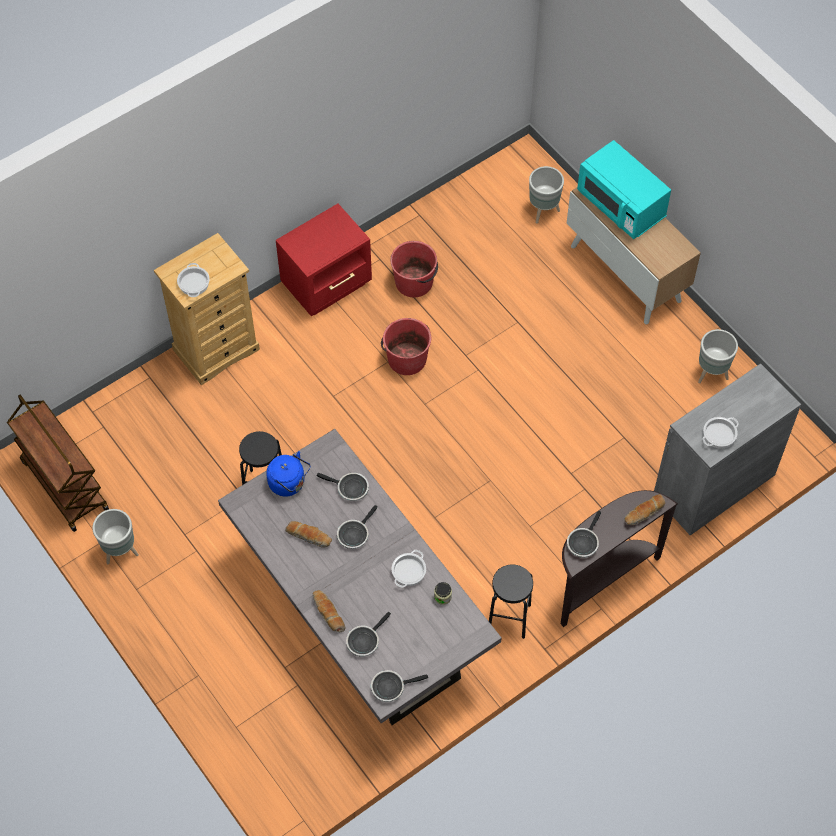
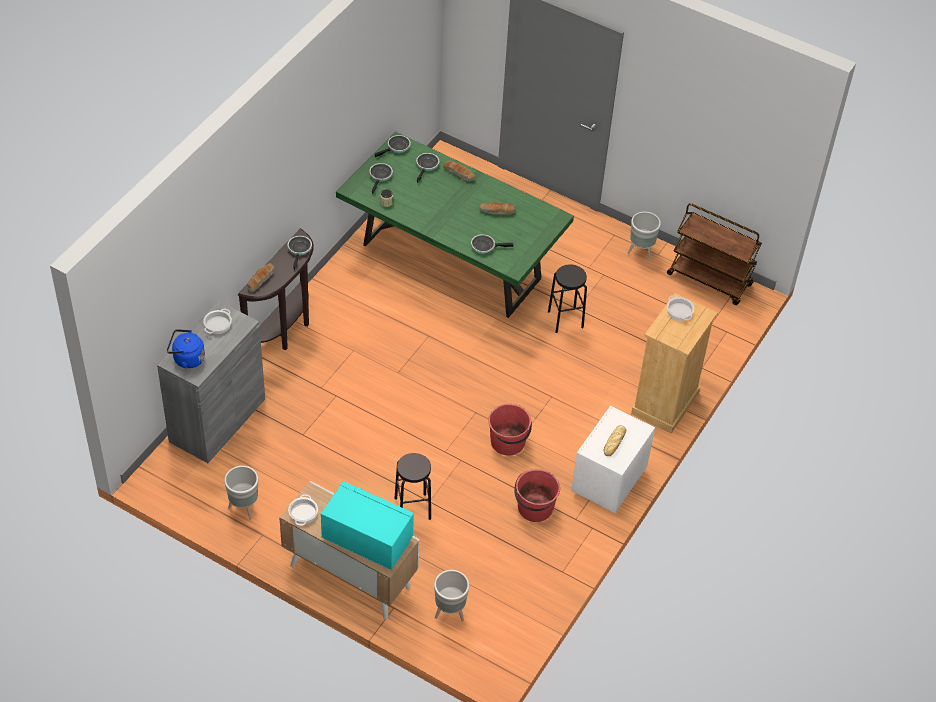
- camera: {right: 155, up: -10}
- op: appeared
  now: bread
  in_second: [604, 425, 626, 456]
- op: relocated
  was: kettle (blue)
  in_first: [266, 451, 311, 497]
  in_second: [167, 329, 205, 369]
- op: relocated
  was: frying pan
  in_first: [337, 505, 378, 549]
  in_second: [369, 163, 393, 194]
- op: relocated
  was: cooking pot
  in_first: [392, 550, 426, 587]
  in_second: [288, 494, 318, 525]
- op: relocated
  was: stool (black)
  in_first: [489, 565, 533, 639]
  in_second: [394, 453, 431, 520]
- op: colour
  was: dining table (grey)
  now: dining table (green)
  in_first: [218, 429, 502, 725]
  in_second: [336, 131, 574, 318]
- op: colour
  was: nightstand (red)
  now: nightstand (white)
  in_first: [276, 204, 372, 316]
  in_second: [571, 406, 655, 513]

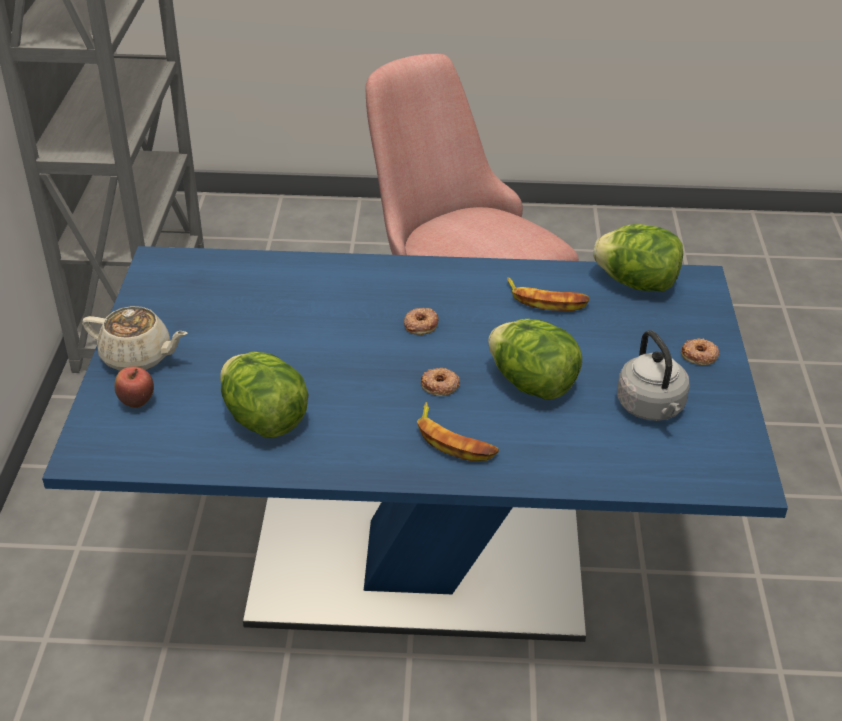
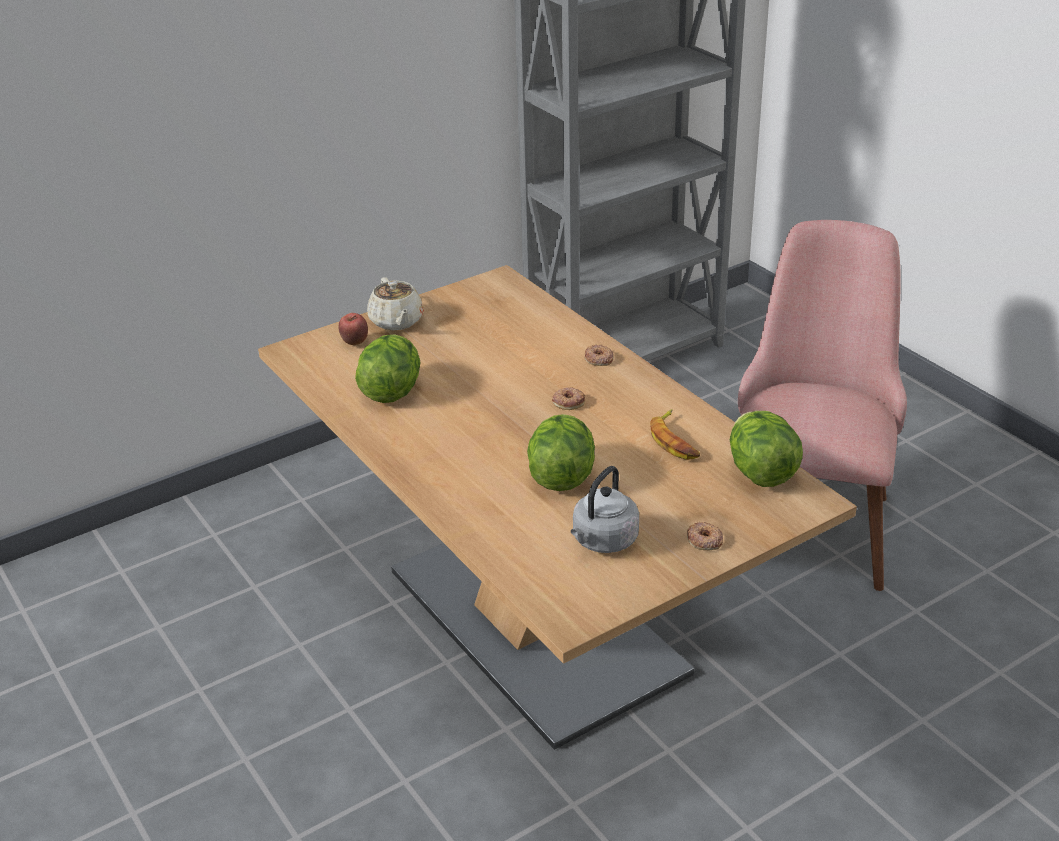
- camera: {right: 55, up: -5}
- op: missing
  was: banana
  in_first: [417, 402, 499, 461]
- op: relocated
  was: donut
  in_first: [421, 368, 460, 396]
  in_second: [584, 344, 614, 366]
- op: colour
  was: dining table (blue)
  now: dining table (brown)
  in_first: [42, 246, 788, 642]
  in_second: [258, 265, 857, 750]

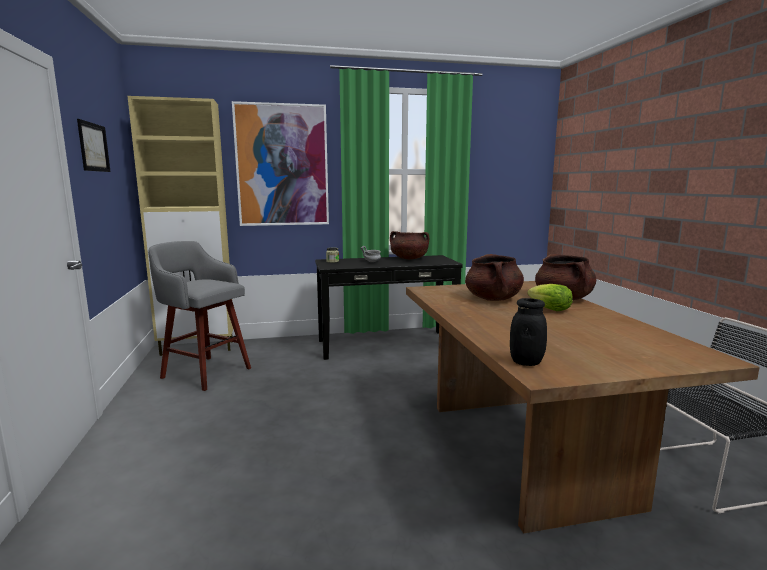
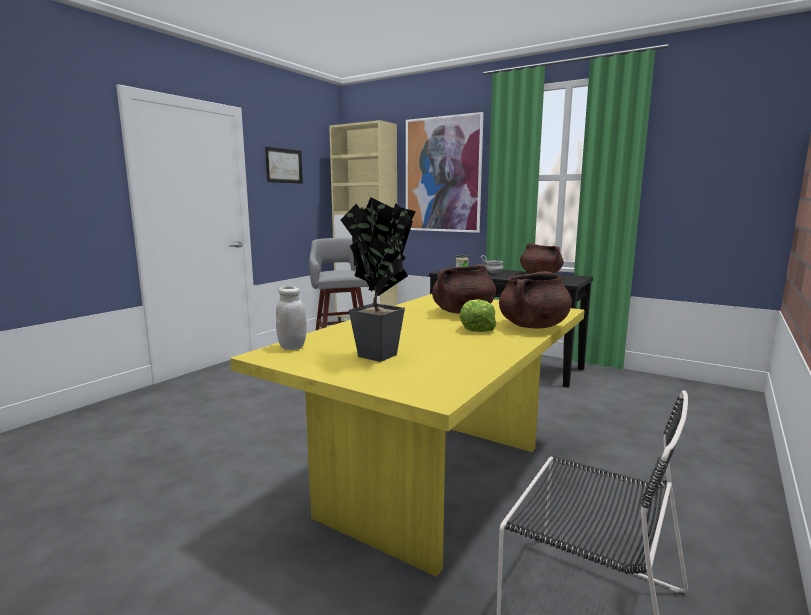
- camera: {right: 45, up: 0}
- op: appeared
  now: potted plant
  in_second: [341, 197, 416, 362]
- op: colour
  was: dining table (brown)
  now: dining table (yellow)
  in_first: [406, 281, 760, 533]
  in_second: [230, 294, 585, 577]
- op: colour
  was: jar (black)
  now: jar (white)
  in_first: [510, 298, 547, 366]
  in_second: [276, 286, 306, 350]

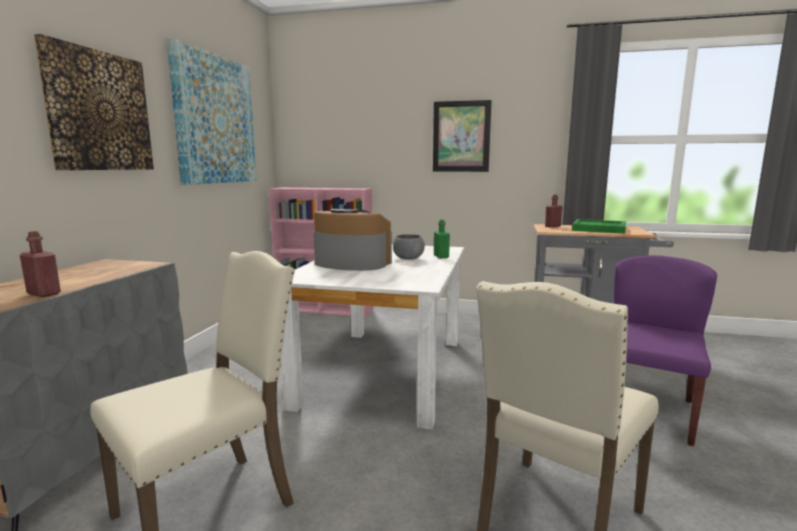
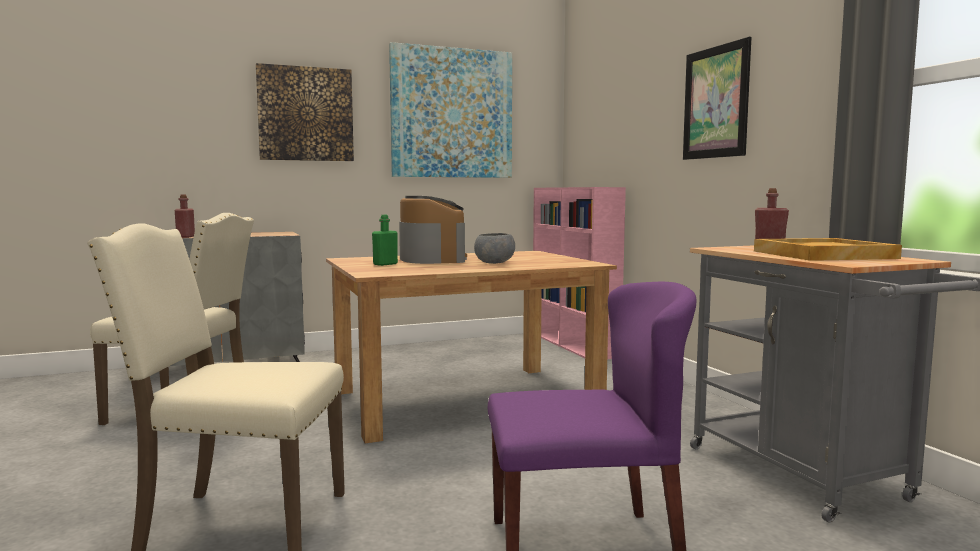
- camera: {right: 55, up: -5}
- op: relocated
  was: bottle (green)
  in_first: [434, 219, 450, 258]
  in_second: [372, 215, 398, 266]
- op: colour
  was: dining table (white)
  now: dining table (brown)
  in_first: [281, 244, 464, 430]
  in_second: [326, 251, 617, 443]
- op: colour
  was: tray (green)
  now: tray (beige)
  in_first: [572, 219, 626, 234]
  in_second: [754, 238, 902, 261]

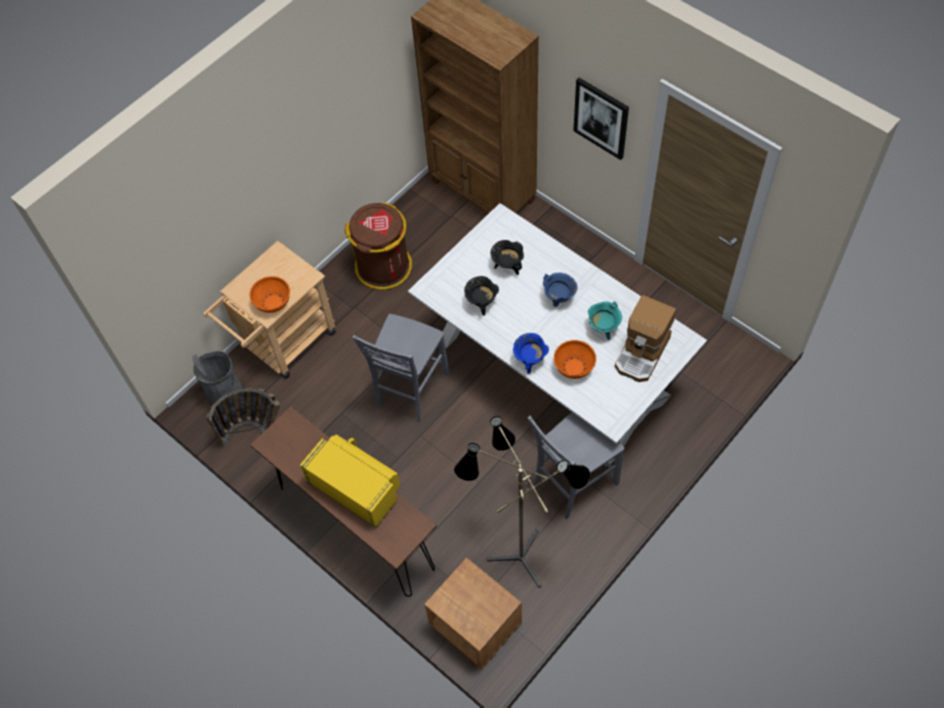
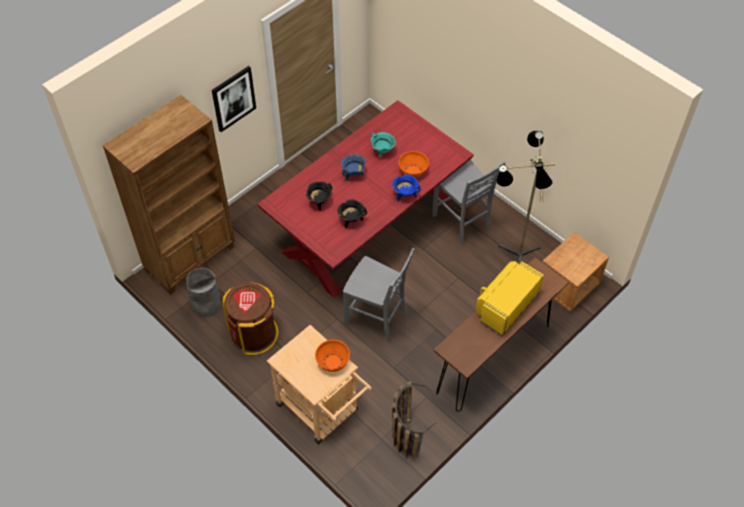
- camera: {right: -90, up: -5}
- op: missing
  was: coffee machine
  in_first: [615, 295, 676, 382]
- op: relocated
  was: trash can (grey)
  in_first: [192, 350, 243, 406]
  in_second: [187, 268, 222, 317]
- op: colour
  was: dining table (white)
  now: dining table (red)
  in_first: [408, 203, 707, 465]
  in_second: [257, 100, 474, 298]

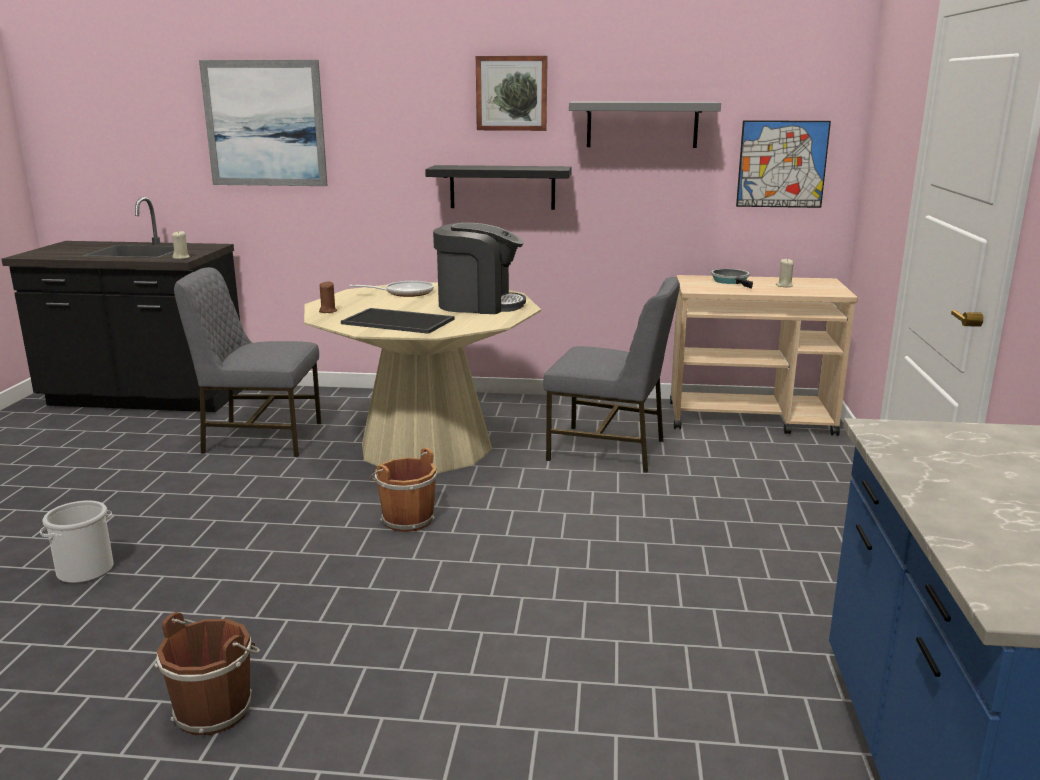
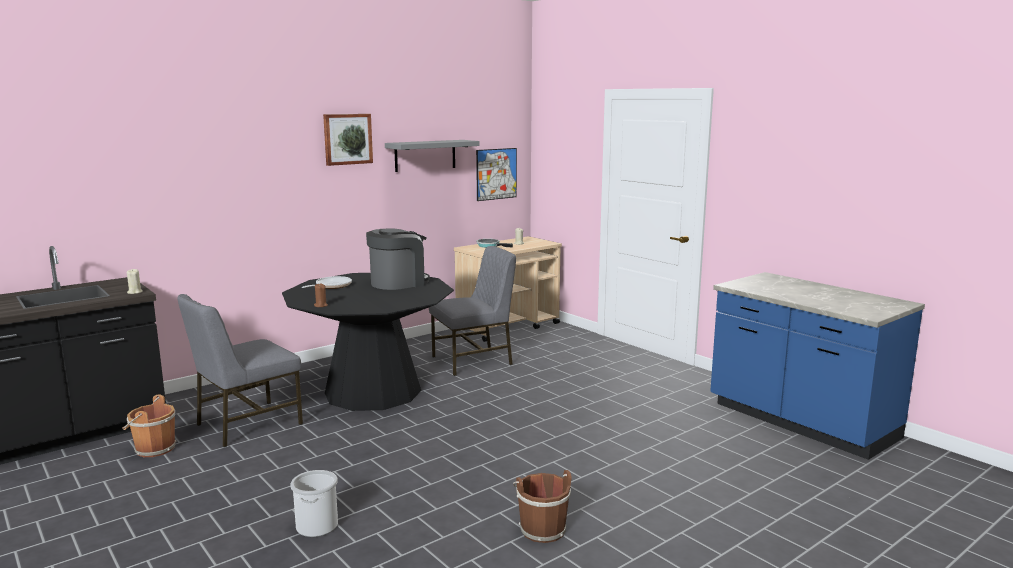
- camera: {right: -45, up: -5}
- op: missing
  was: picture
  in_first: [199, 60, 328, 186]
- op: missing
  was: tray
  in_first: [341, 308, 454, 334]
- op: missing
  was: shelf (black)
  in_first: [425, 165, 571, 210]
- op: relocated
  was: bucket (brown)
  in_first: [370, 448, 437, 532]
  in_second: [123, 395, 176, 457]
- op: colour
  was: dining table (beige)
  now: dining table (black)
  in_first: [304, 282, 541, 474]
  in_second: [282, 273, 454, 411]

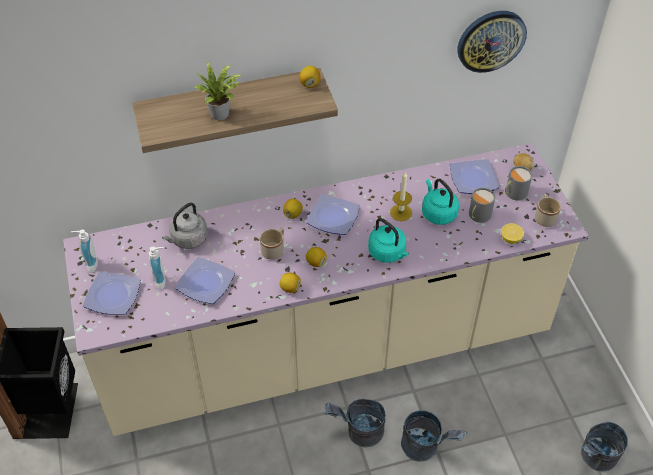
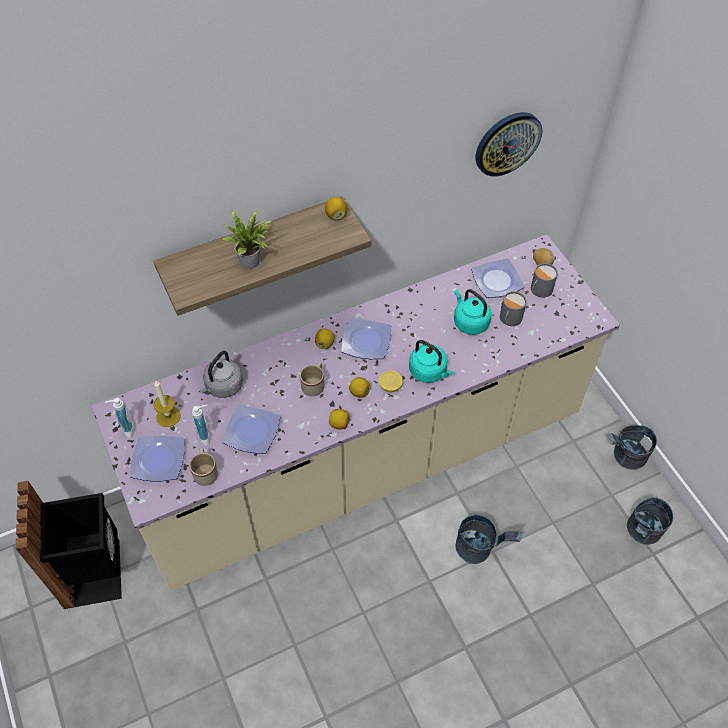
- camera: {right: -10, up: 5}
- op: relocated
  was: bucket (grey)
  in_first: [325, 399, 385, 447]
  in_second: [608, 425, 657, 470]
- op: relocated
  was: candle
  in_first: [390, 172, 412, 221]
  in_second: [153, 381, 181, 427]
- op: relocated
  was: lemon
  in_first: [501, 223, 524, 244]
  in_second: [379, 370, 403, 392]
- op: relocated
  was: mug (beige)
  in_first: [535, 194, 561, 227]
  in_second: [189, 448, 218, 486]

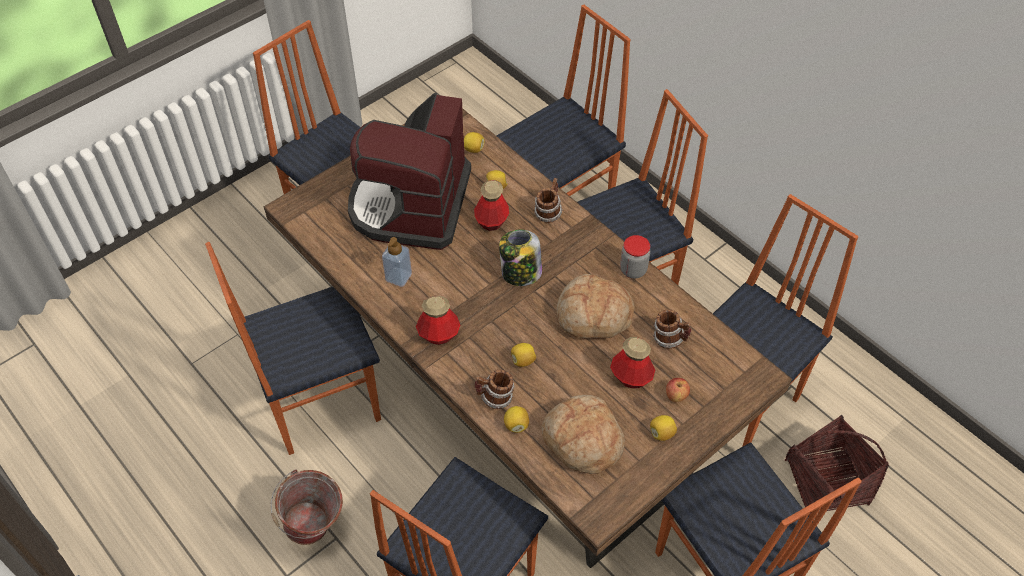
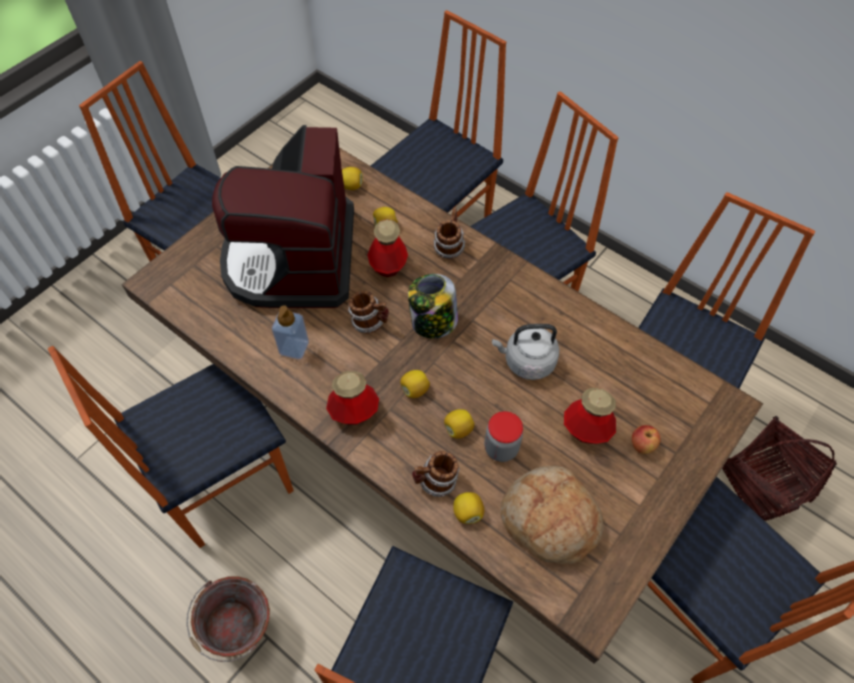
- camera: {right: -10, up: 5}
- op: relocated
  was: jar
  in_first: [620, 235, 650, 278]
  in_second: [484, 411, 523, 462]
- op: relocated
  was: lemon
  in_first: [650, 415, 677, 441]
  in_second: [400, 370, 430, 398]
- op: relocated
  was: mug
  in_first: [653, 310, 691, 349]
  in_second: [348, 291, 389, 334]
- op: exchanged
  was: bread
  now: kettle (grey)
  in_first: [557, 274, 635, 339]
  in_second: [492, 324, 559, 380]

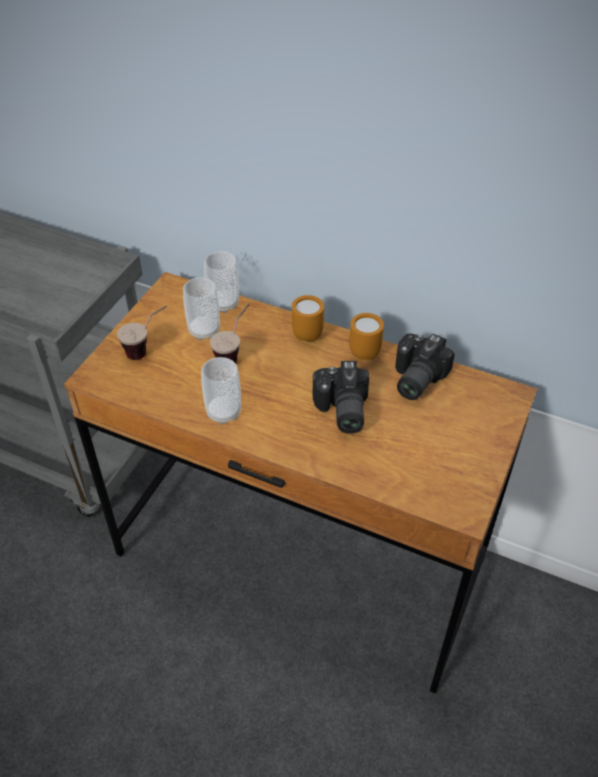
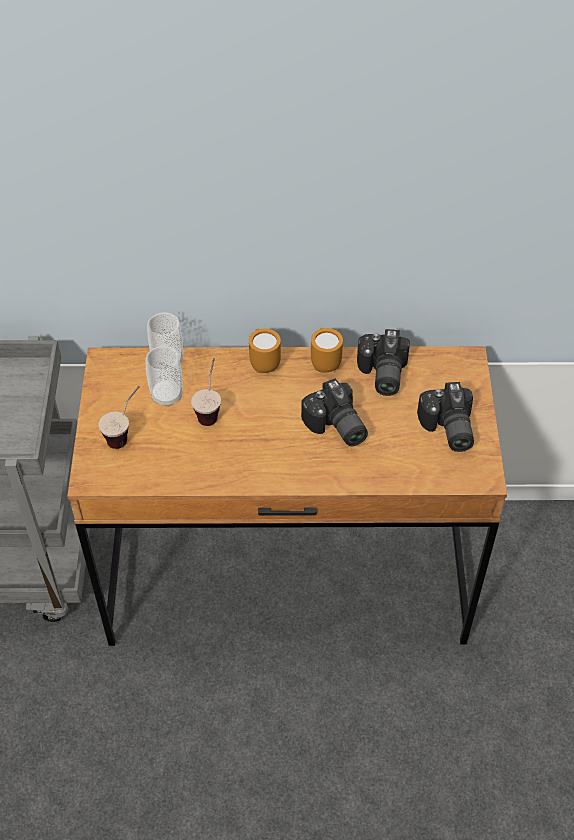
- camera: {right: -25, up: 5}
- op: missing
  was: cup
  in_first: [201, 357, 241, 425]
- op: appeared
  now: photo camera
  in_second: [417, 382, 474, 452]

